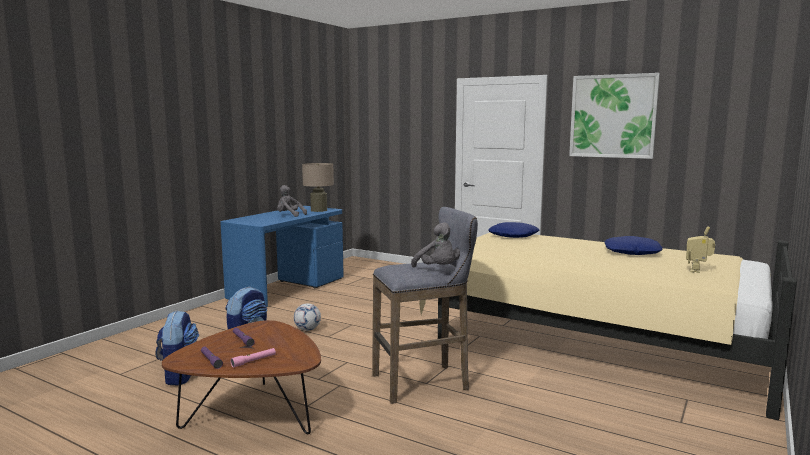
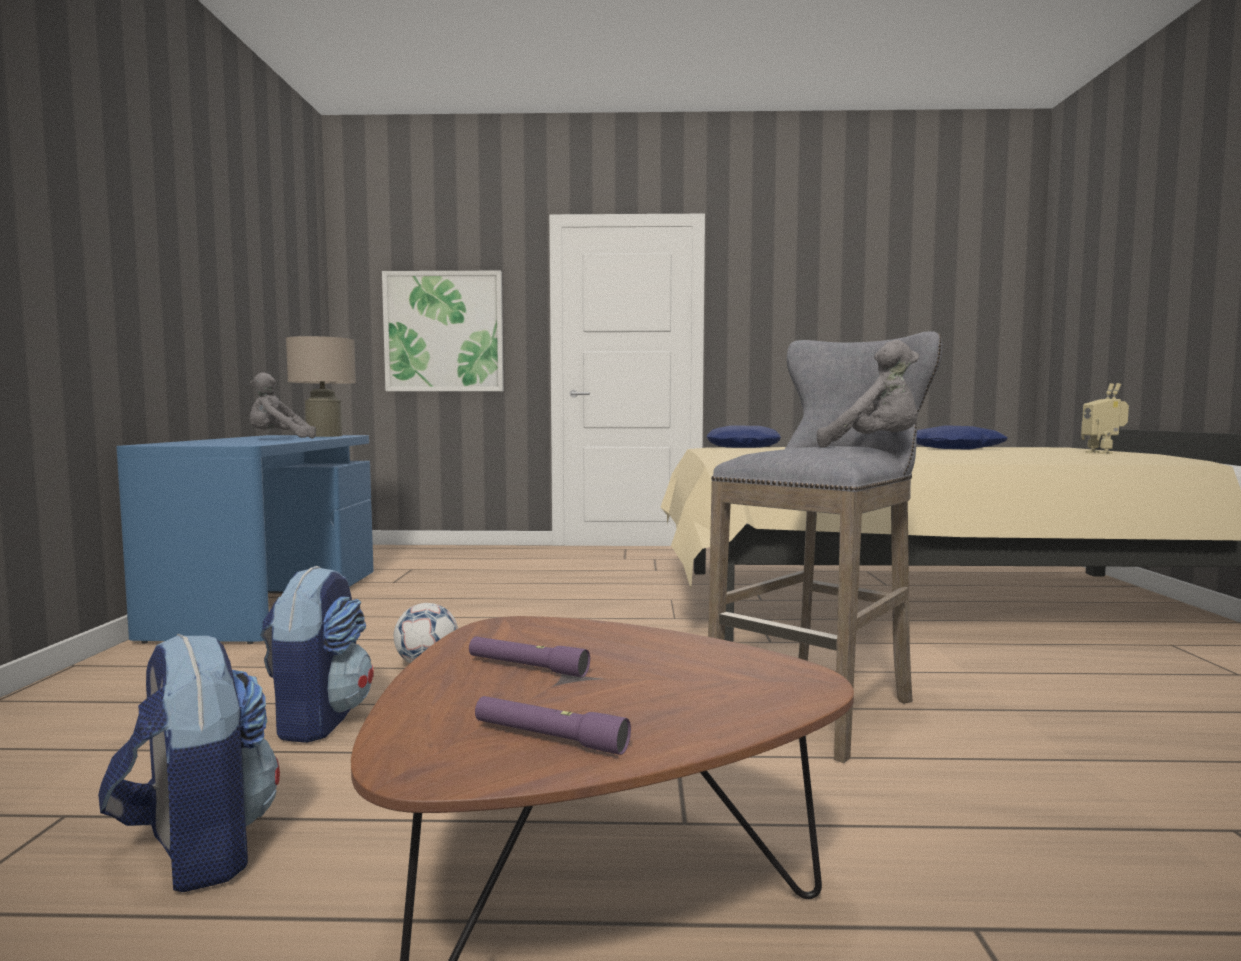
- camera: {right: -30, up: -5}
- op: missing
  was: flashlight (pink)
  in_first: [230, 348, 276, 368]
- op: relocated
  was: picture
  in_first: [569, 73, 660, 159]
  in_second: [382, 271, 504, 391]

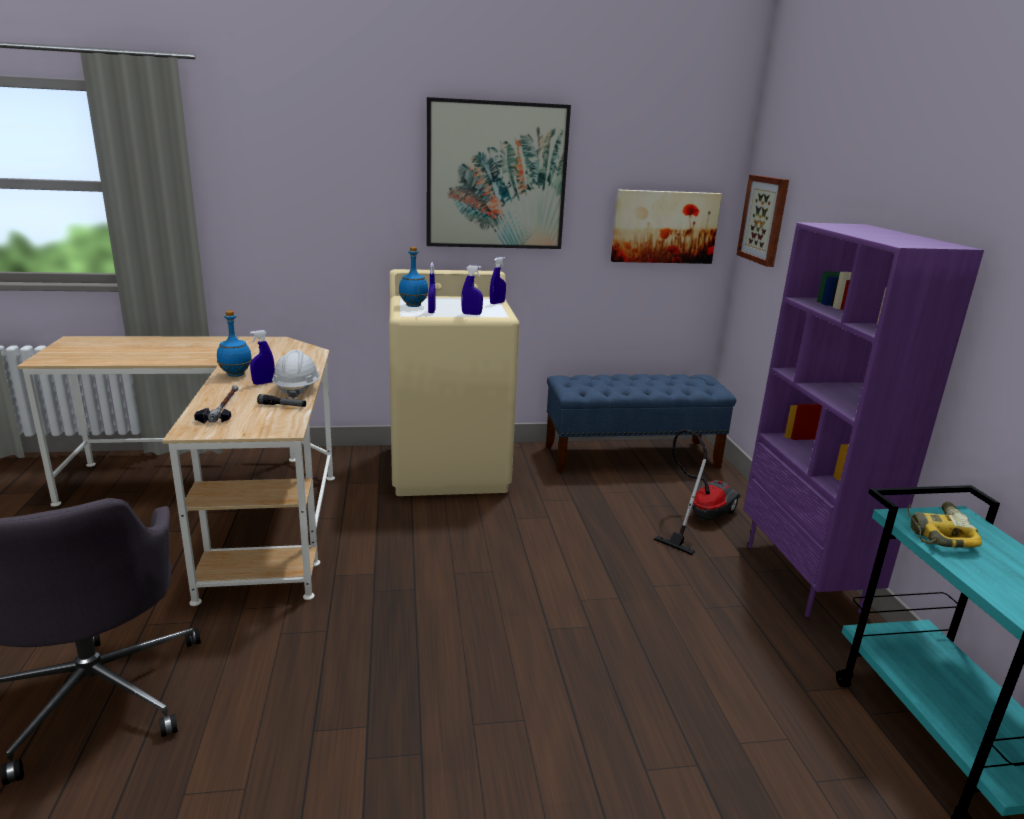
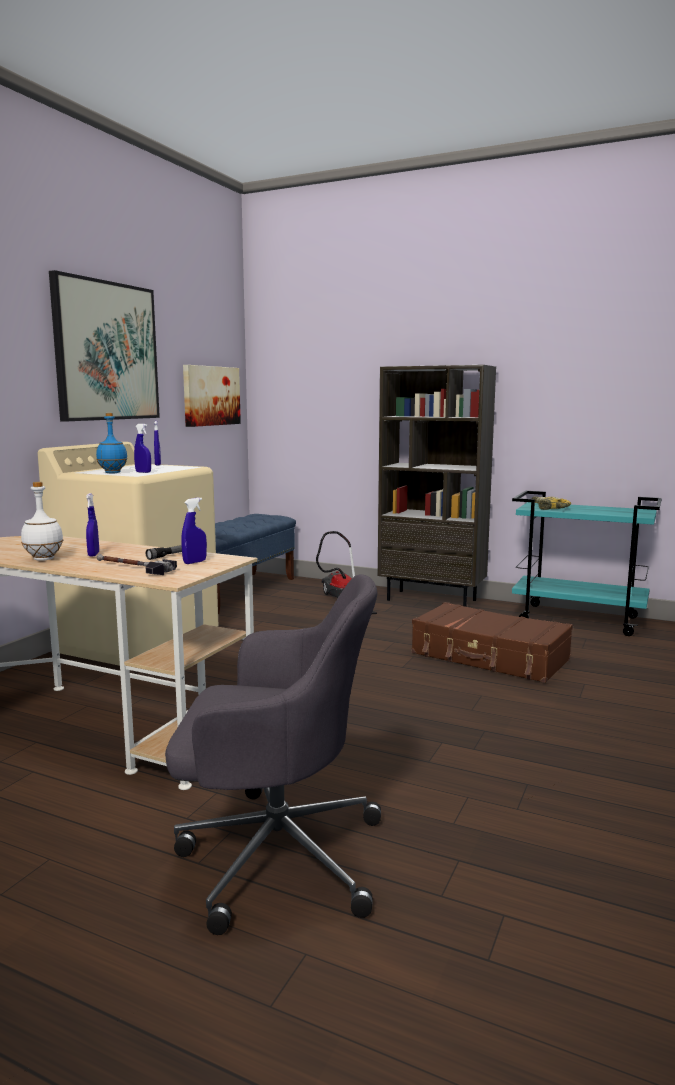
- camera: {right: -55, up: -10}
- op: missing
  was: hard hat (white)
  in_first: [272, 350, 319, 399]
- op: missing
  was: picture
  in_first: [736, 175, 789, 267]
- op: appeared
  now: suitcase (brown)
  in_second: [411, 602, 573, 683]
- op: relocated
  was: spray bottle (blue)
  in_first: [461, 265, 483, 315]
  in_second: [181, 498, 207, 564]
- op: colour
  was: bottle (blue)
  now: bottle (white)
  in_first: [217, 311, 252, 377]
  in_second: [21, 482, 63, 561]
- op: colour
  was: bookcase (purple)
  now: bookcase (brown)
  in_first: [743, 222, 984, 617]
  in_second: [378, 365, 496, 607]

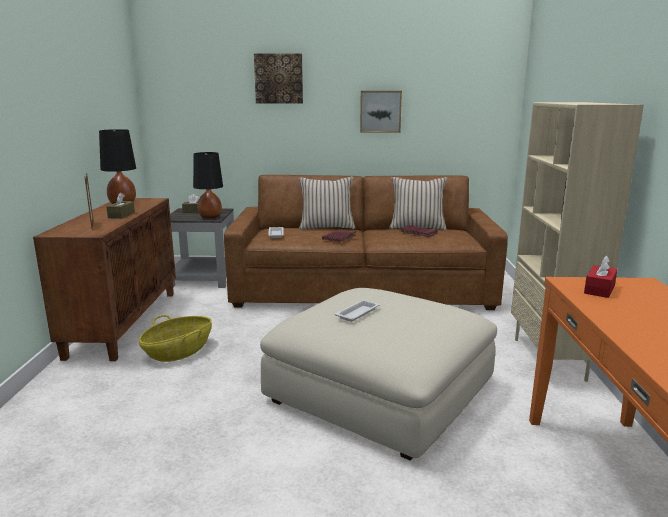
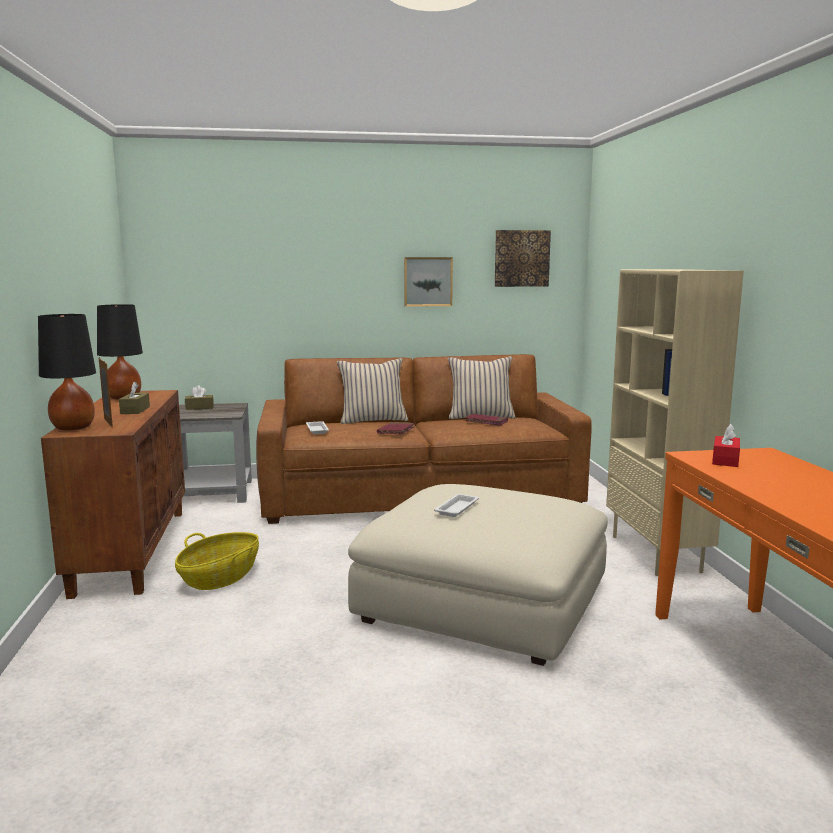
- camera: {right: -10, up: -5}
- op: relocated
  was: table lamp (black)
  in_first: [193, 152, 223, 219]
  in_second: [38, 314, 96, 430]
- op: relocated
  was: picture
  in_first: [254, 54, 303, 104]
  in_second: [495, 230, 551, 287]

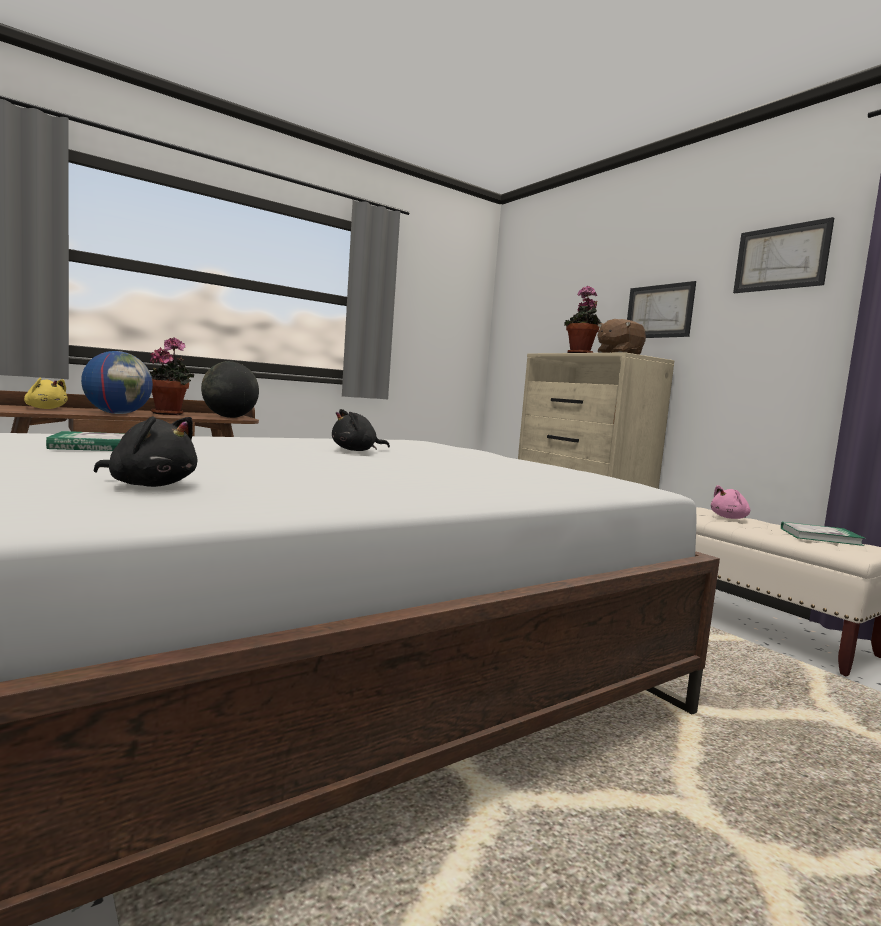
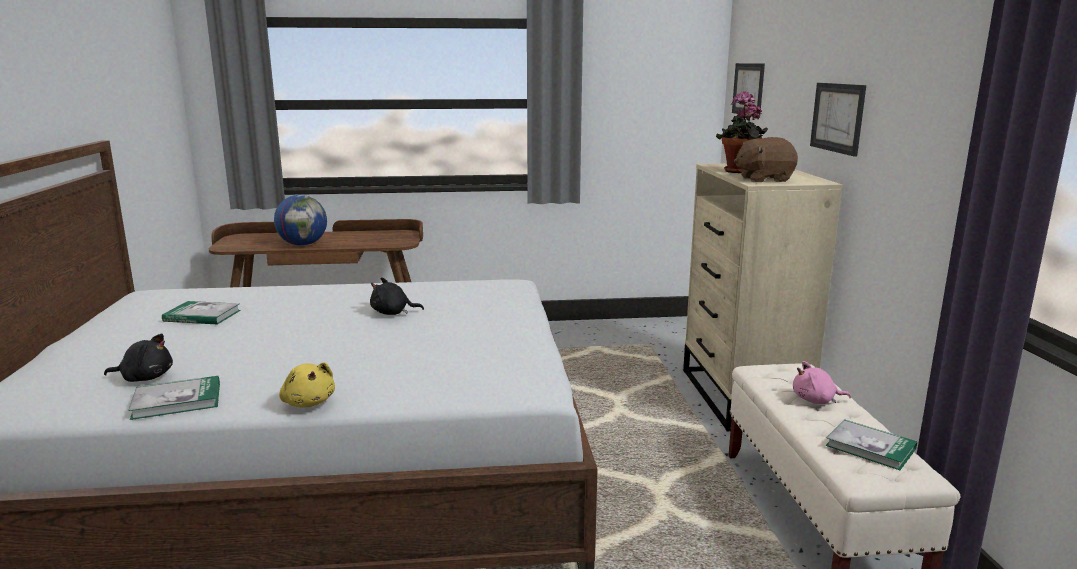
- camera: {right: 30, up: 10}
- op: missing
  was: potted plant
  in_first: [150, 337, 194, 415]
- op: missing
  was: globe
  in_first: [201, 361, 259, 418]
- op: appeared
  now: book
  in_second: [128, 376, 220, 420]
- op: relocated
  was: plush toy (yellow)
  in_first: [24, 377, 68, 409]
  in_second: [279, 363, 335, 407]
- op: relocated
  was: picture
  in_first: [733, 217, 834, 293]
  in_second: [732, 63, 765, 118]
- op: spun
  was: plush toy (black)
  in_first: [94, 416, 198, 487]
  in_second: [104, 334, 173, 382]
  clockwise: -45

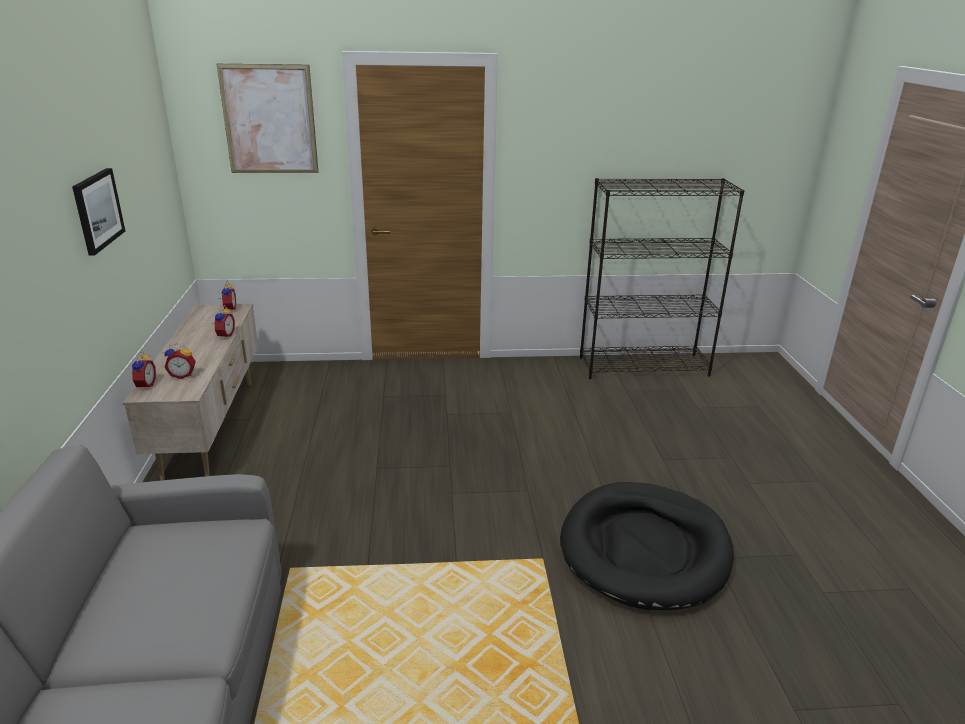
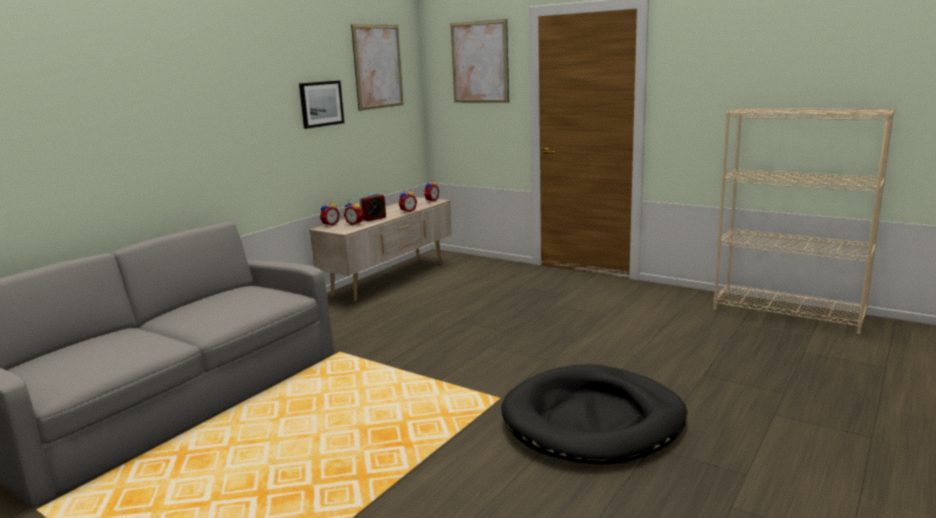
- camera: {right: 40, up: -10}
- op: appeared
  now: picture
  in_second: [351, 24, 404, 111]
- op: appeared
  now: alarm clock
  in_second: [360, 193, 386, 221]
- op: colour
  was: bookcase (black)
  now: bookcase (beige)
  in_first: [580, 178, 745, 379]
  in_second: [714, 108, 895, 334]

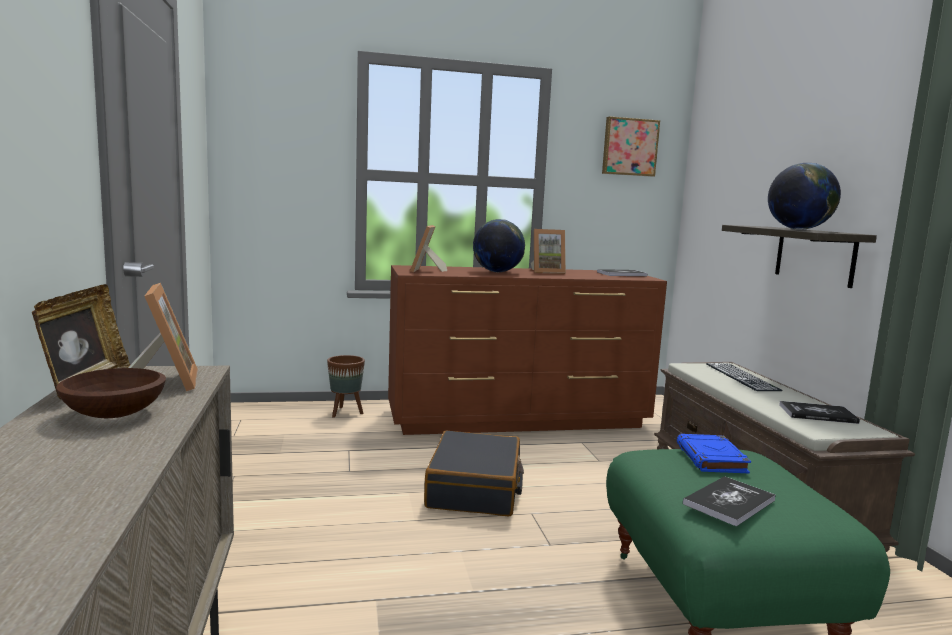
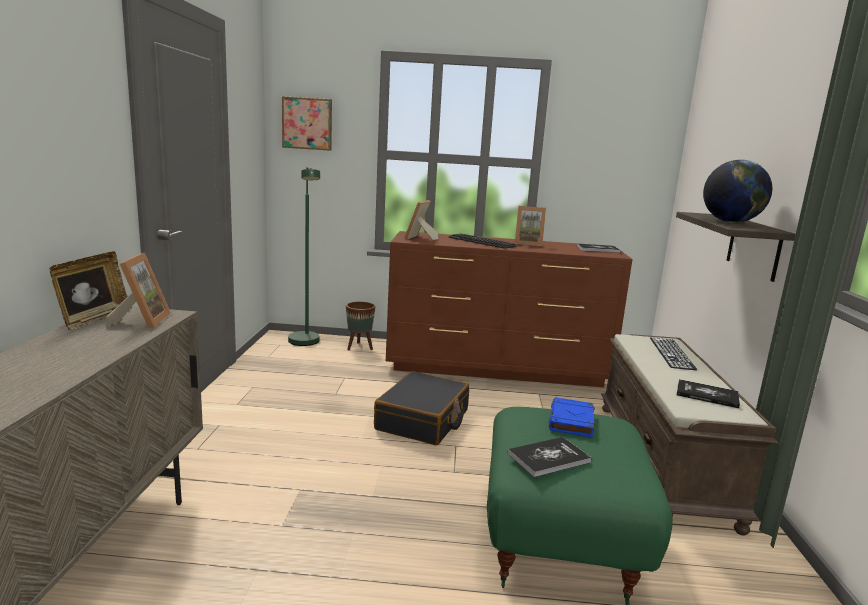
- camera: {right: 15, up: 5}
- op: missing
  was: bowl (brown)
  in_first: [56, 368, 166, 418]
- op: appeared
  now: floor lamp (green)
  in_second: [288, 166, 320, 346]
- op: relocated
  was: picture
  in_first: [602, 116, 660, 177]
  in_second: [282, 96, 332, 151]
- op: exchanged
  was: globe
  now: keyboard
  in_first: [473, 219, 525, 272]
  in_second: [449, 233, 516, 249]

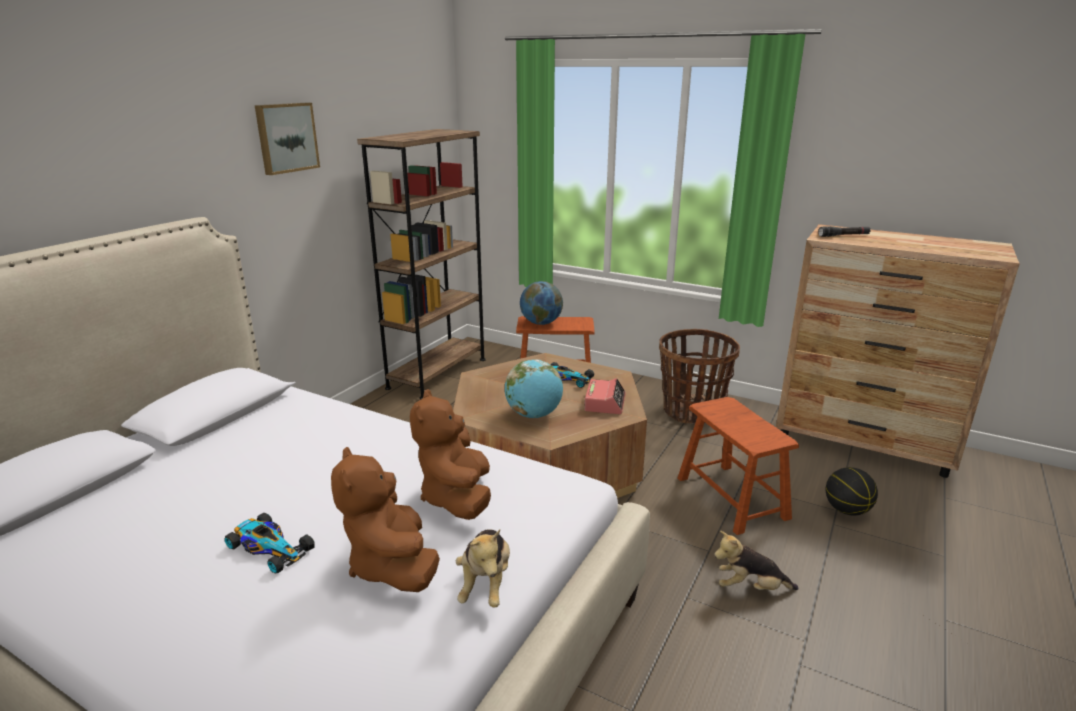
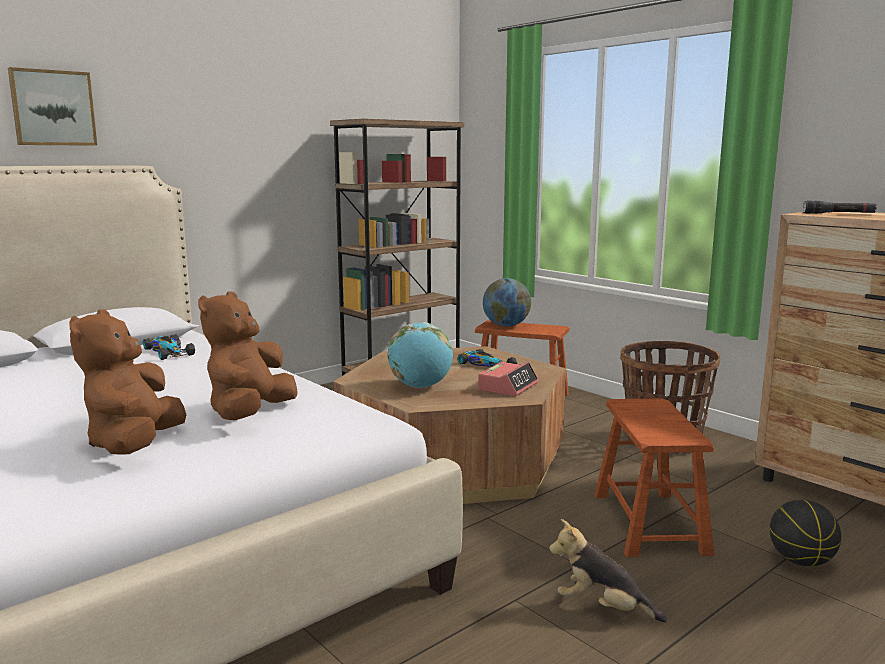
- camera: {right: 20, up: -10}
- op: missing
  was: plush toy
  in_first: [456, 529, 510, 607]
- op: relocated
  was: toy car
  in_first: [224, 513, 315, 574]
  in_second: [143, 334, 195, 360]
- op: relocated
  was: picture
  in_first: [255, 103, 320, 175]
  in_second: [8, 67, 97, 146]

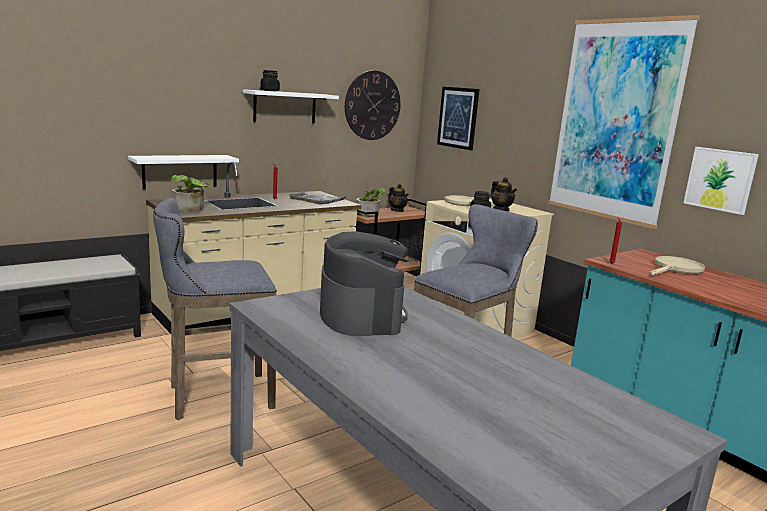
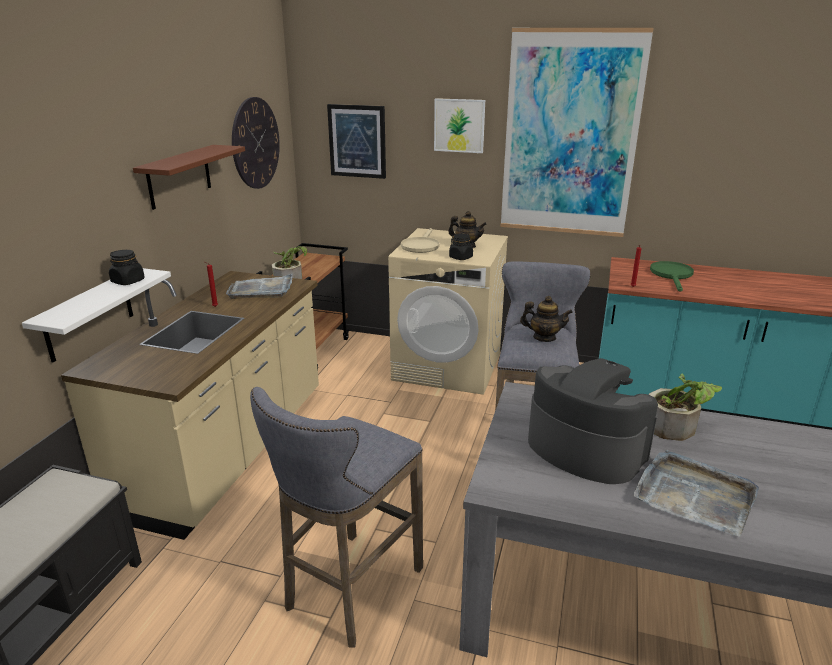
- camera: {right: -35, up: 10}
- op: appeared
  now: tray (grey)
  in_second: [633, 450, 759, 537]
- op: relocated
  was: potted plant
  in_first: [171, 175, 211, 212]
  in_second: [649, 373, 722, 441]
- op: relocated
  was: jar (black)
  in_first: [260, 70, 280, 91]
  in_second: [109, 250, 145, 285]
- op: relocated
  was: teapot
  in_first: [388, 184, 409, 212]
  in_second: [520, 296, 573, 342]
- op: relocated
  was: picture
  in_first: [684, 147, 759, 215]
  in_second: [434, 98, 485, 153]
- op: colour
  was: shelf (white)
  now: shelf (brown)
  in_first: [243, 89, 339, 124]
  in_second: [133, 145, 245, 210]
- op: colour
  was: frying pan (beige)
  now: frying pan (green)
  in_first: [650, 256, 705, 275]
  in_second: [650, 261, 694, 291]

